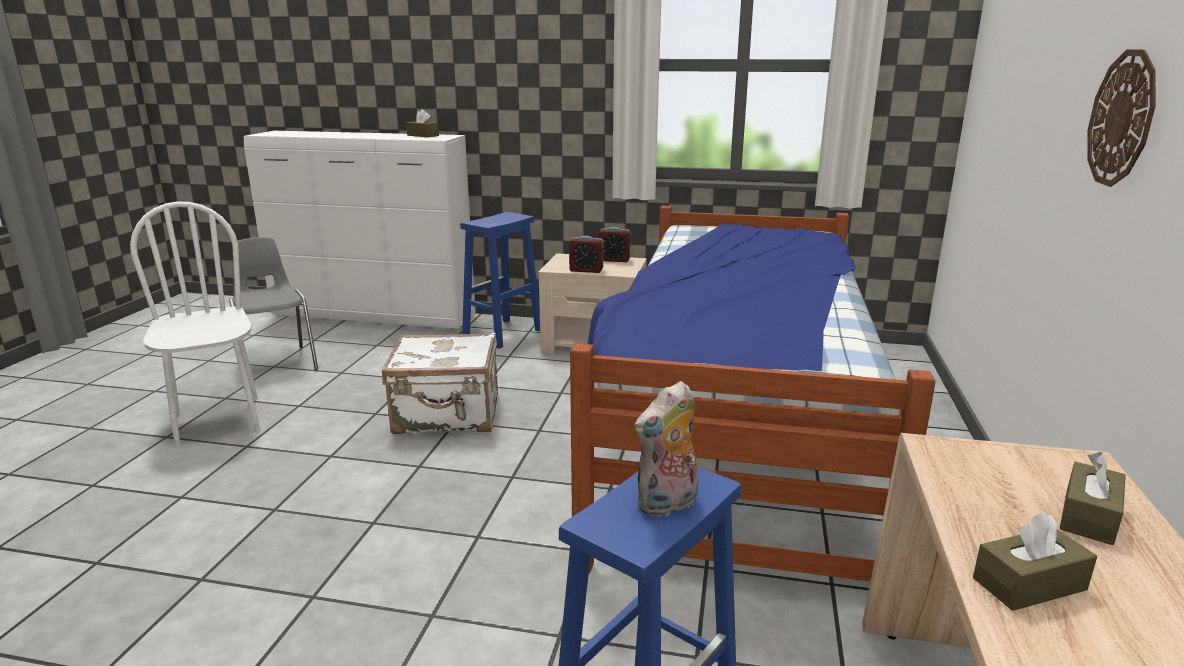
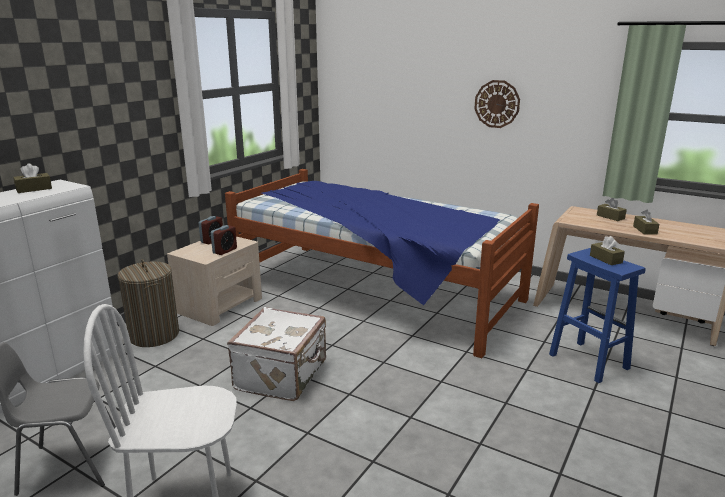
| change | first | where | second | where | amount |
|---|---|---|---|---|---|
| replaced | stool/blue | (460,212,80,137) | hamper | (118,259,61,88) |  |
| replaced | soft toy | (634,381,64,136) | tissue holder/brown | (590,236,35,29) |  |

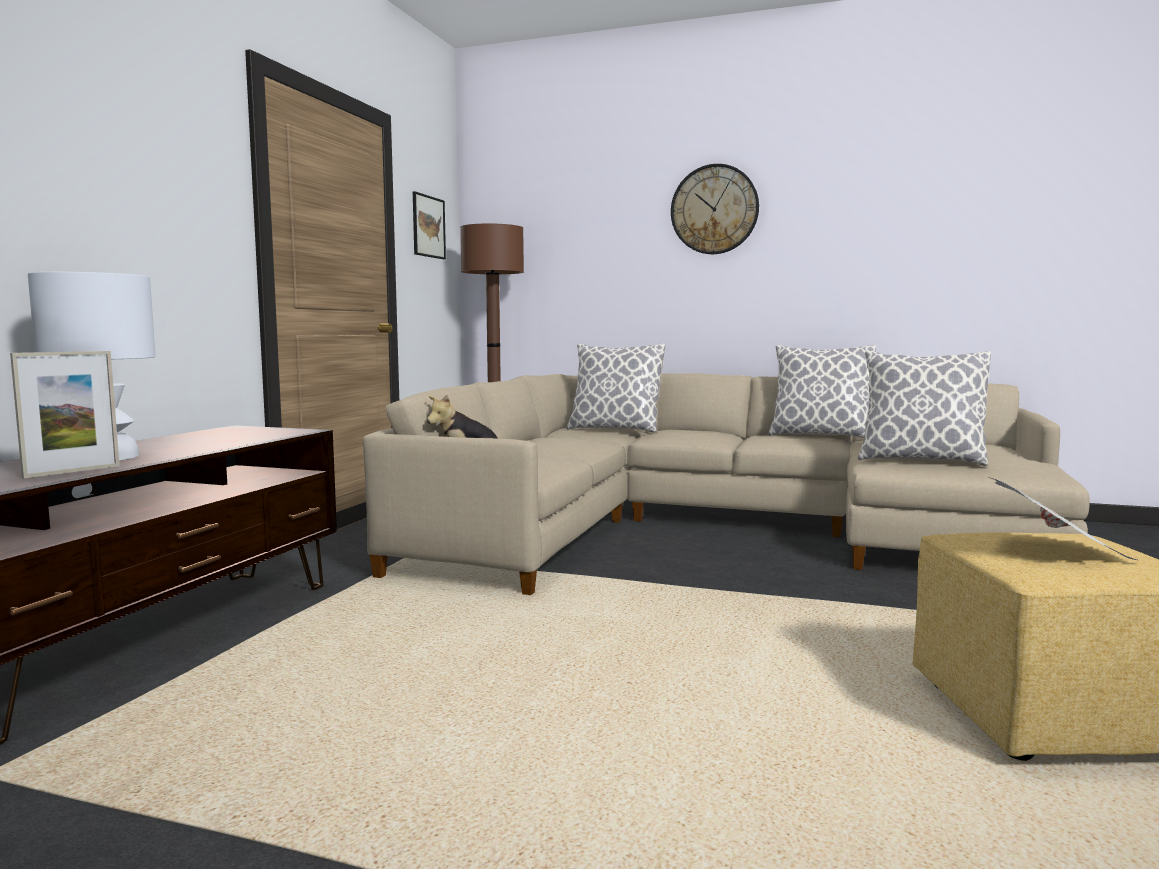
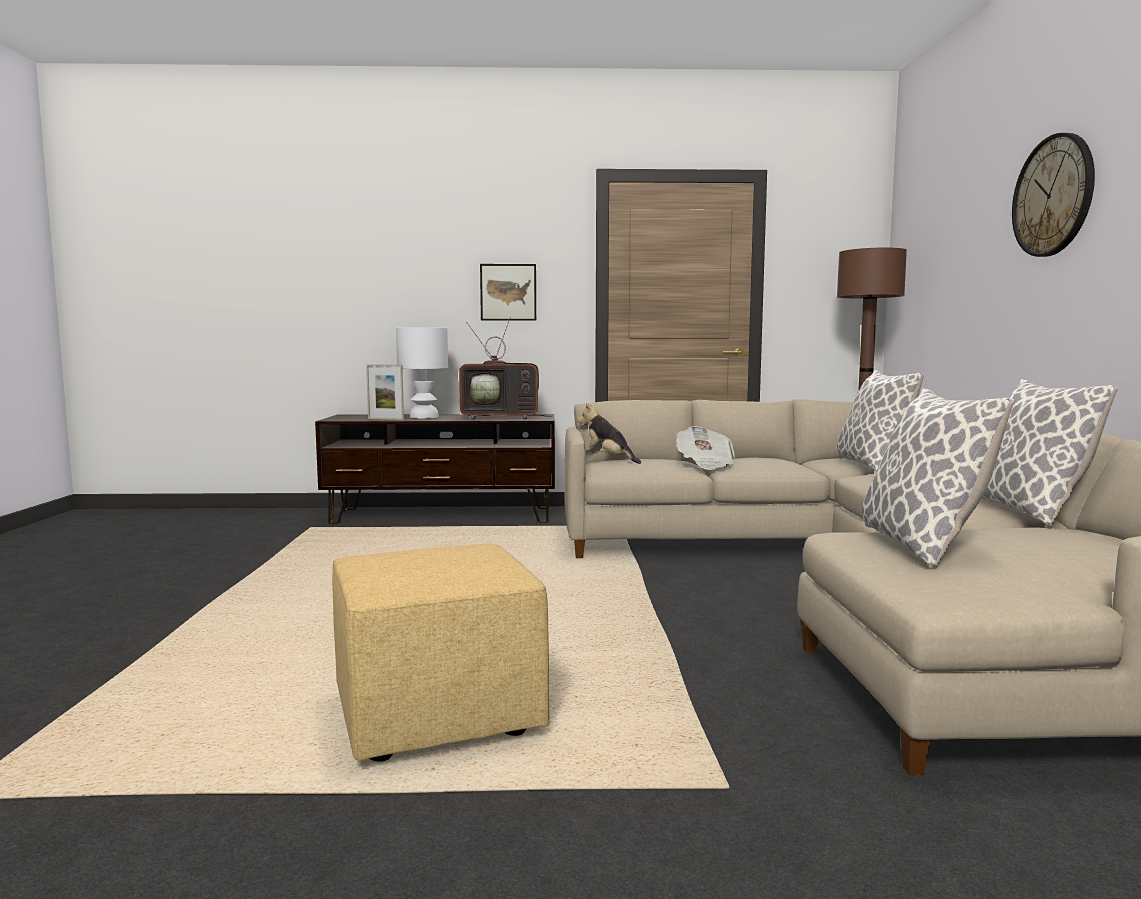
| change | first | where | second | where | amount |
|---|---|---|---|---|---|
| added |  |  | television | (459,317,93,103) |  |
| moved | picture | (413,191,33,68) |  | (480,264,56,57) |  |
| moved | printed paper | (988,477,149,83) |  | (676,426,59,44) |  |

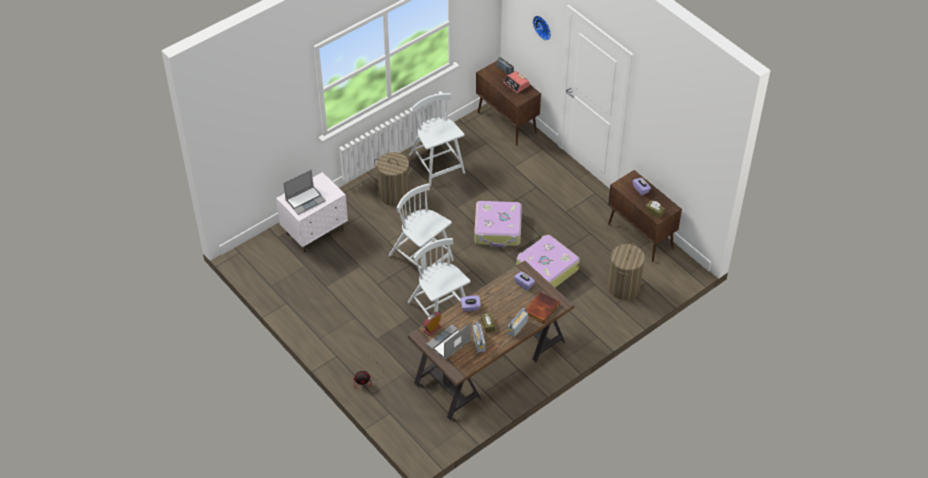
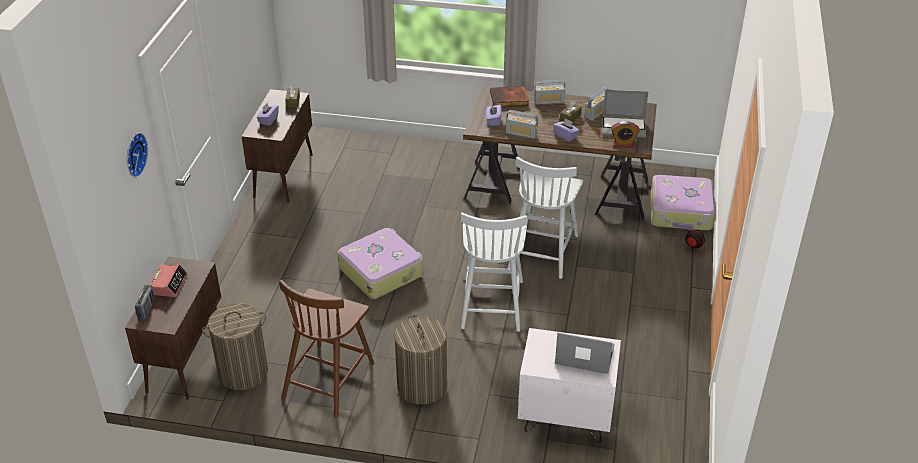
| change | first | where | second | where | amount |
|---|---|---|---|---|---|
| moved | hamper | (608,243,37,57) |  | (202,303,66,87) |  |
| recoloured | chair/white-coloured | (409,93,56,94) | chair/brown | (279,280,96,138) |  |
| added |  |  | radio | (506,110,32,29) |  |
| moved | travel case | (516,235,64,53) |  | (651,175,65,55) |  |

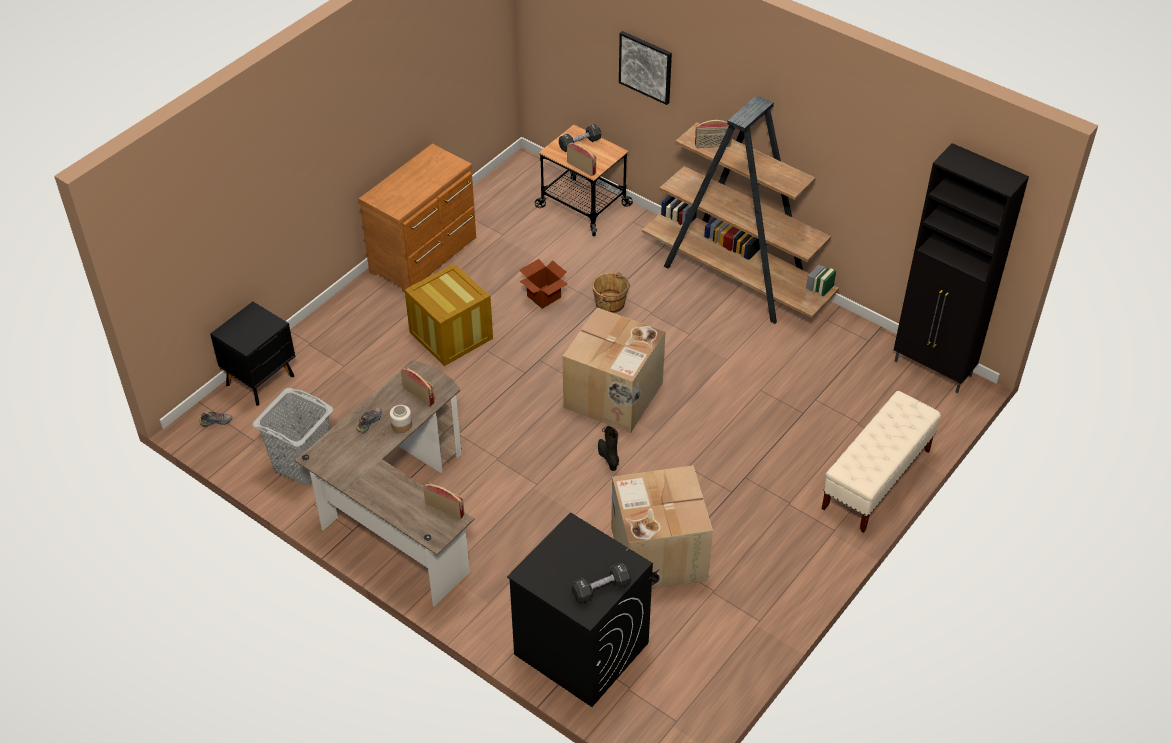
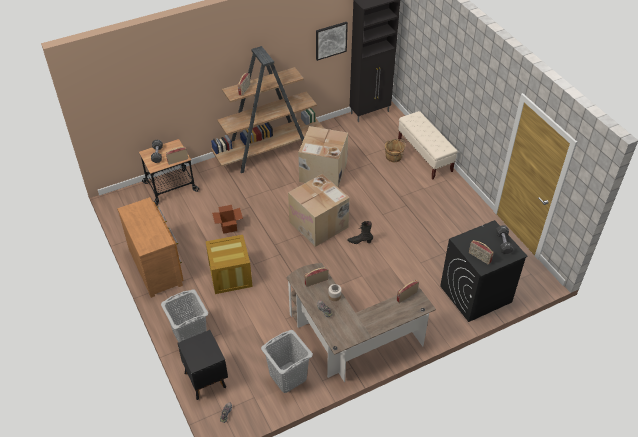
| change | first | where | second | where | amount |
|---|---|---|---|---|---|
| added |  |  | hamper/greyish | (161,290,47,53) |  |
| moved | packing box | (611,465,102,124) |  | (298,126,50,61) |  |
| moved | picture | (619,31,53,74) |  | (316,22,32,39) |  |
| moved | bucket/brown | (592,272,38,41) |  | (385,139,21,23) |  |
| added |  |  | radio | (469,240,25,25) |  |

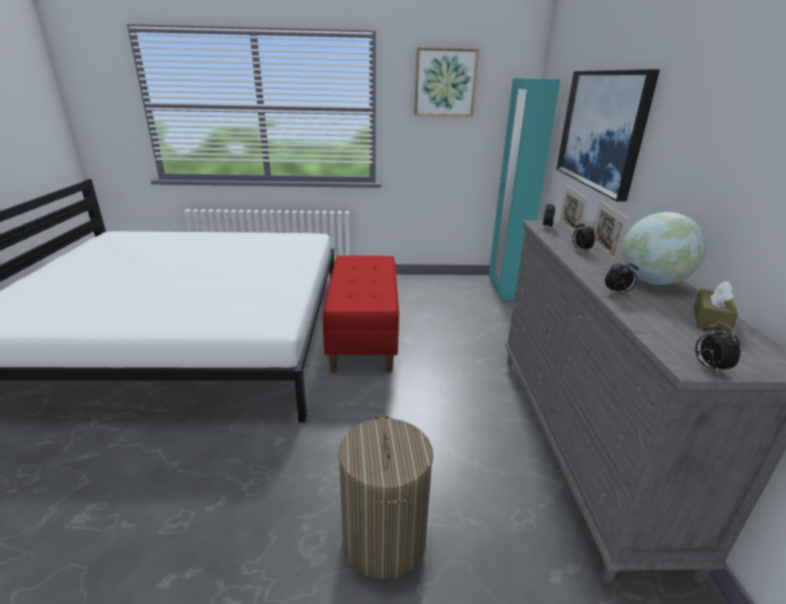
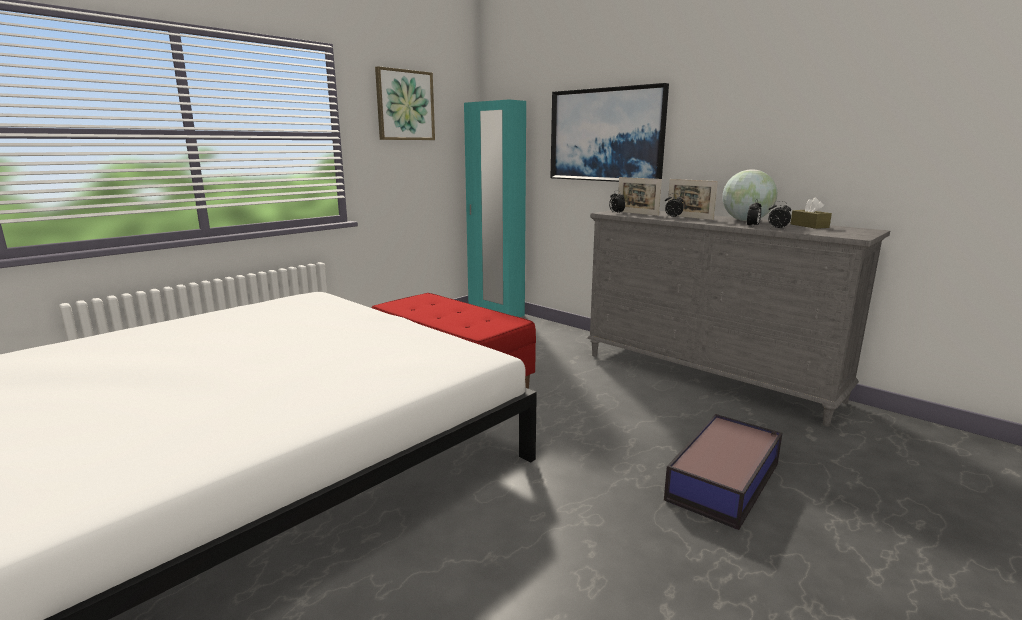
| change | first | where | second | where | amount |
|---|---|---|---|---|---|
| replaced | hamper | (338,415,95,164) | storage box | (664,414,118,116) |  |
| moved | alarm clock | (695,321,45,54) |  | (768,201,23,28) |  |

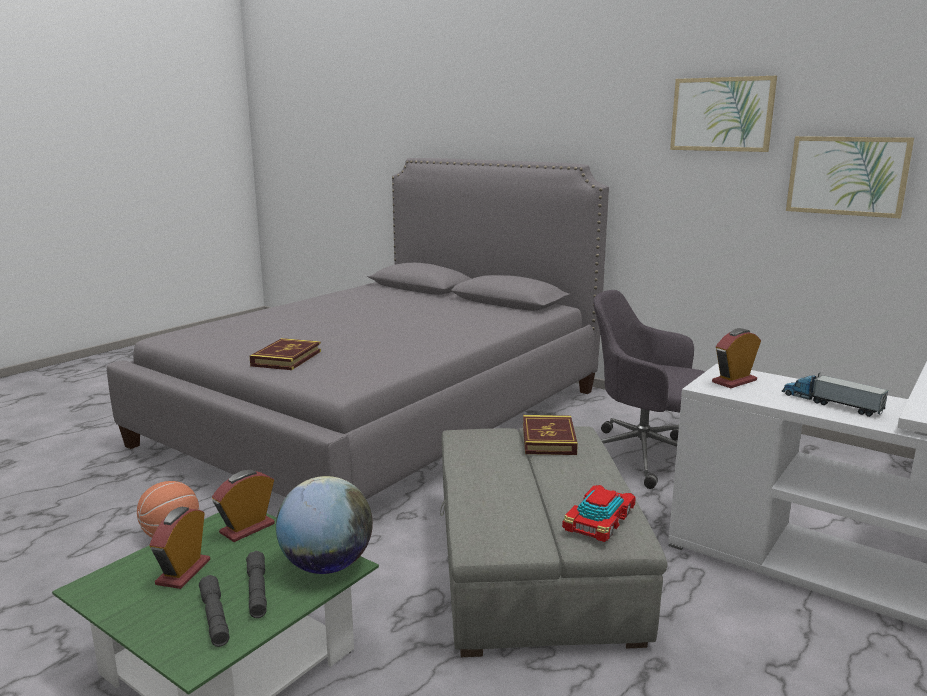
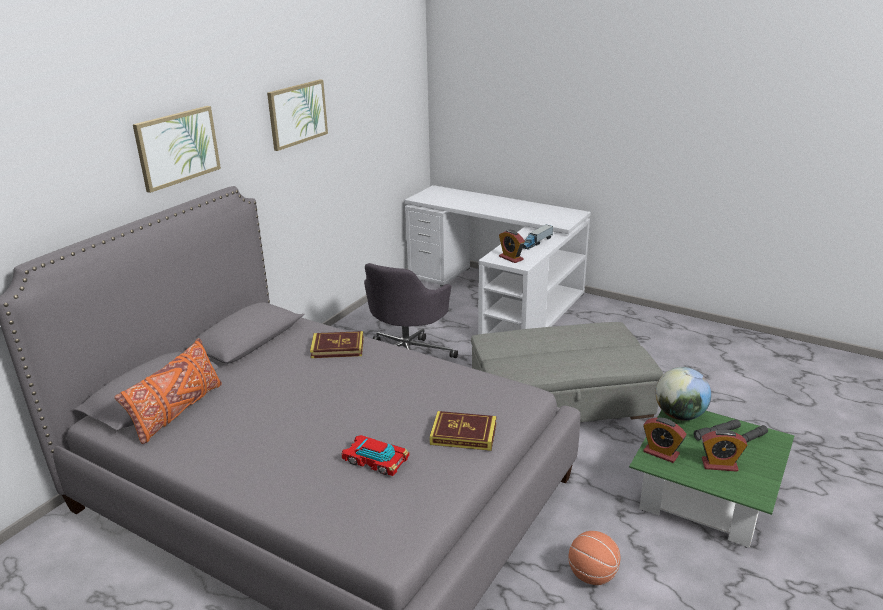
| change | first | where | second | where | amount |
|---|---|---|---|---|---|
| added |  |  | throw pillow/orange | (115,338,107,106) |  |
| moved | picture | (786,136,128,82) |  | (133,106,88,87) |  |
| moved | bound book | (523,415,55,40) |  | (310,331,54,27) |  |
| moved | toy car | (562,485,74,57) |  | (341,435,69,41) |  |

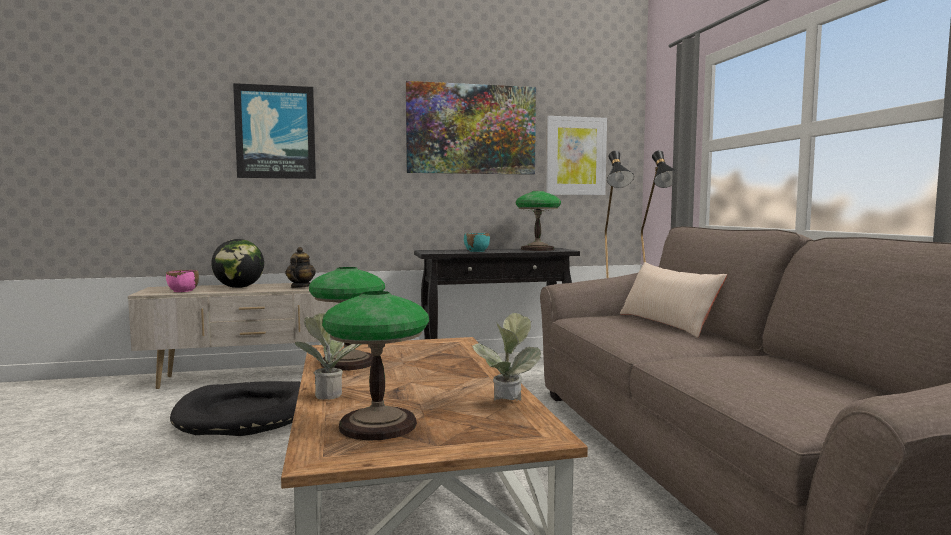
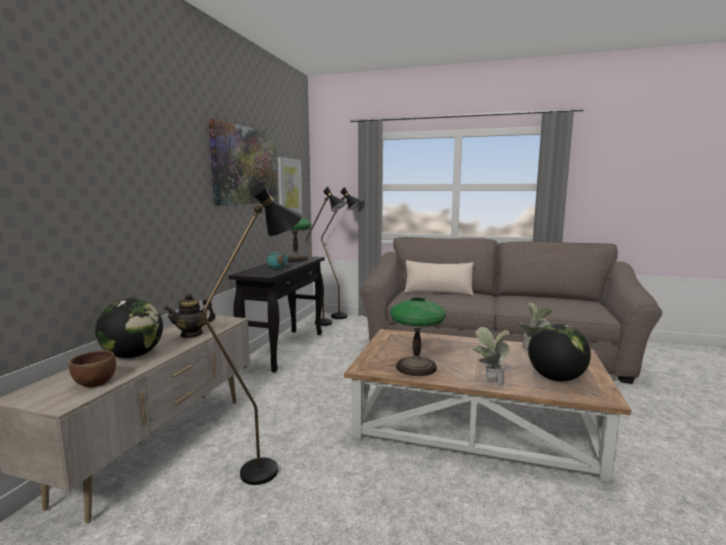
| change | first | where | second | where | amount |
|---|---|---|---|---|---|
| recoloured | bowl/pink | (166,270,33,22) | bowl/brown | (69,350,47,38) |  |
| turned | teapot | (286,247,30,41) |  | (165,293,51,45) | 60 degrees counterclockwise |
| replaced | dog bed/black-coloured | (170,381,131,55) | standard lamp/black-coloured | (203,182,99,303) |  |
| replaced | tabletop lamp | (322,291,107,150) | desk globe | (528,324,63,58) |  |
| removed | picture | (233,83,83,96) |  |  |  |

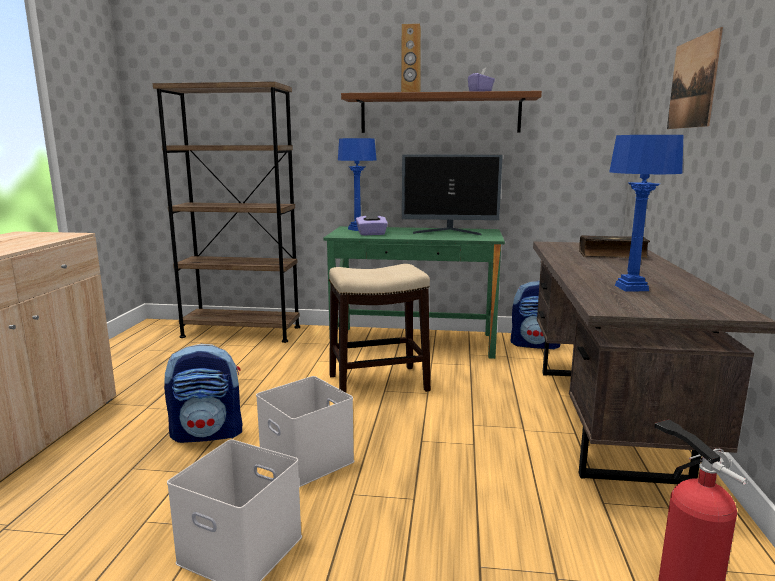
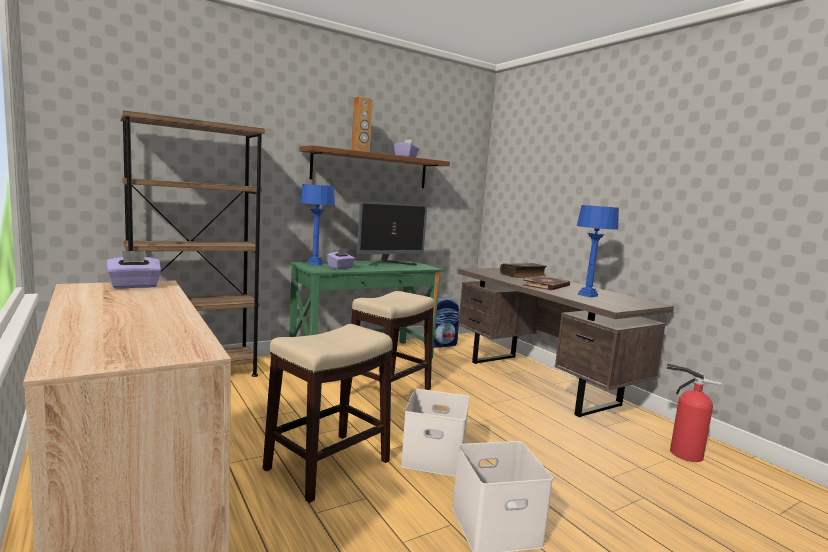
| change | first | where | second | where | amount |
|---|---|---|---|---|---|
| added |  |  | tissue holder/purple-coloured | (106,251,55,38) |  |
| replaced | knapsack | (164,344,78,99) | stool | (263,324,130,179) |  |
| added |  |  | bound book | (523,276,47,14) |  |
| removed | picture | (667,27,56,102) |  |  |  |

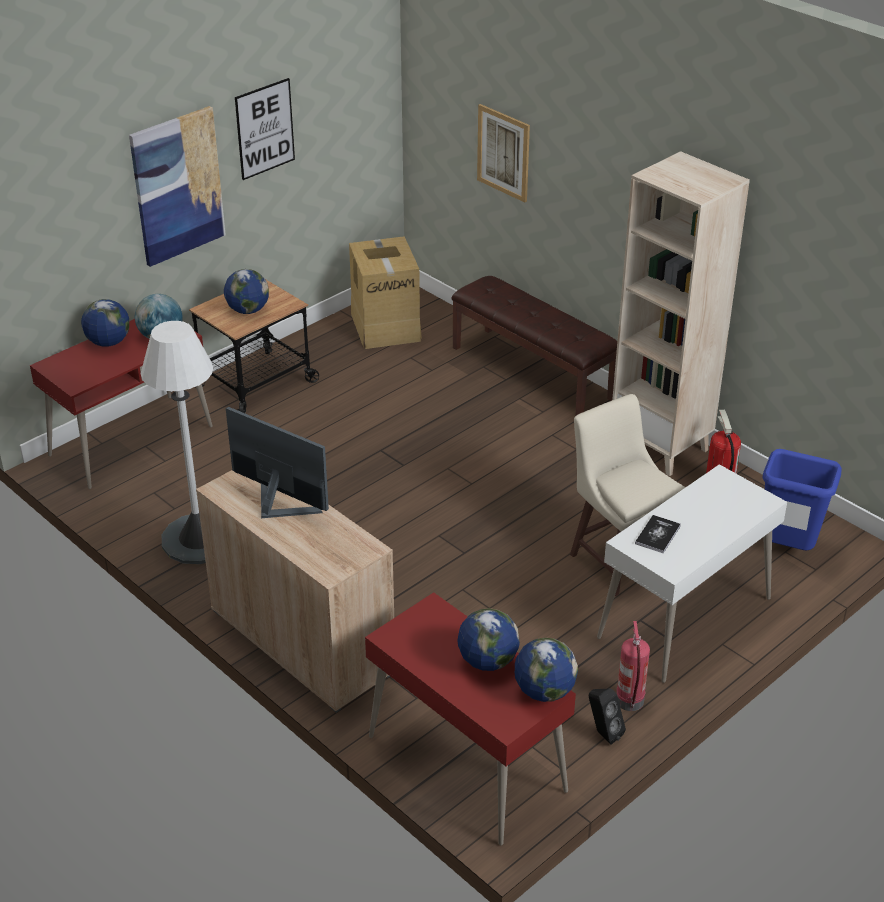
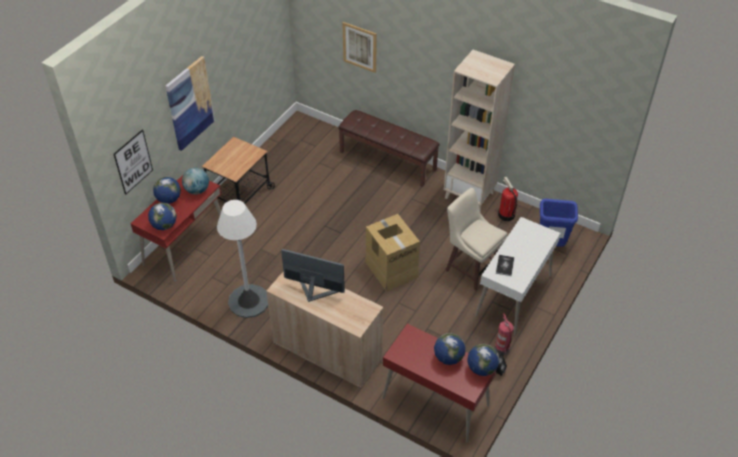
| change | first | where | second | where | amount |
|---|---|---|---|---|---|
| moved | picture | (235,78,60,102) |  | (114,130,39,65) |  |
| moved | desk globe | (224,269,45,45) |  | (148,203,29,27) |  |
| moved | packing box | (349,236,73,113) |  | (365,214,55,77) |  |

